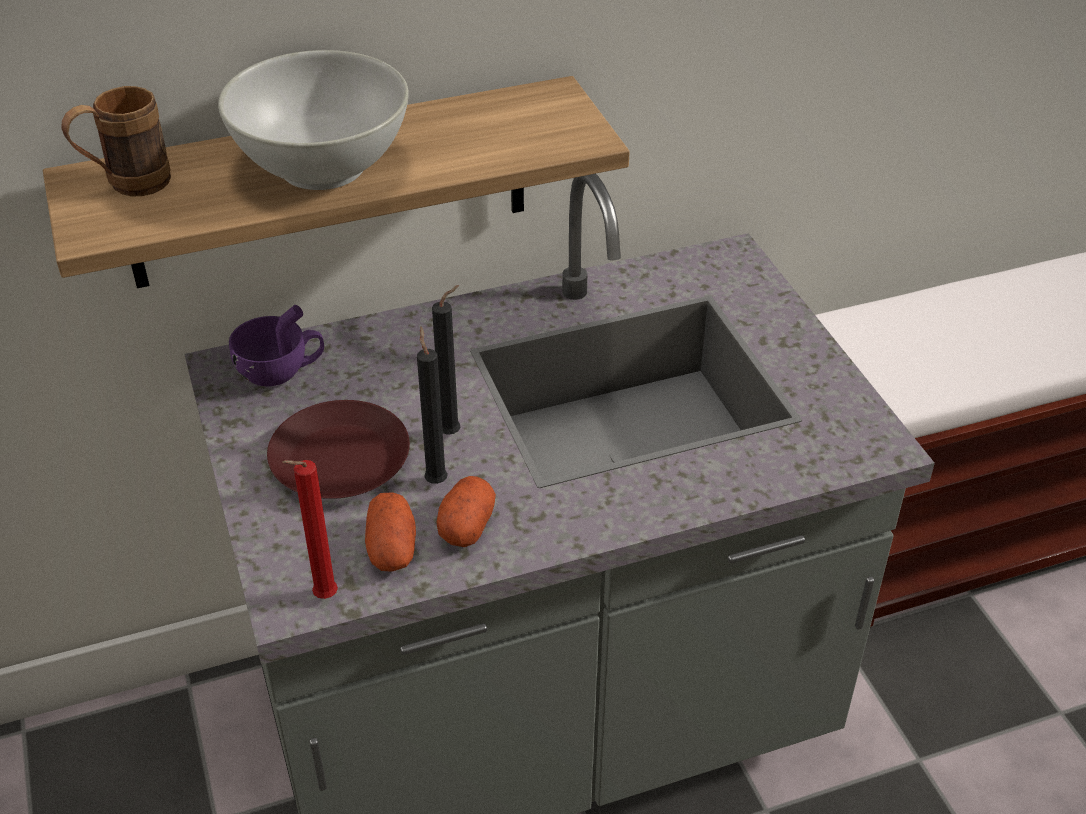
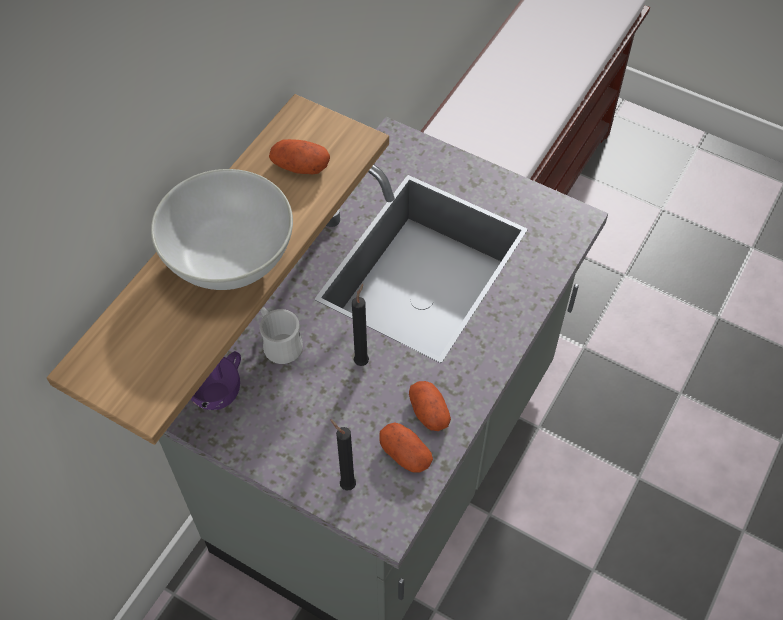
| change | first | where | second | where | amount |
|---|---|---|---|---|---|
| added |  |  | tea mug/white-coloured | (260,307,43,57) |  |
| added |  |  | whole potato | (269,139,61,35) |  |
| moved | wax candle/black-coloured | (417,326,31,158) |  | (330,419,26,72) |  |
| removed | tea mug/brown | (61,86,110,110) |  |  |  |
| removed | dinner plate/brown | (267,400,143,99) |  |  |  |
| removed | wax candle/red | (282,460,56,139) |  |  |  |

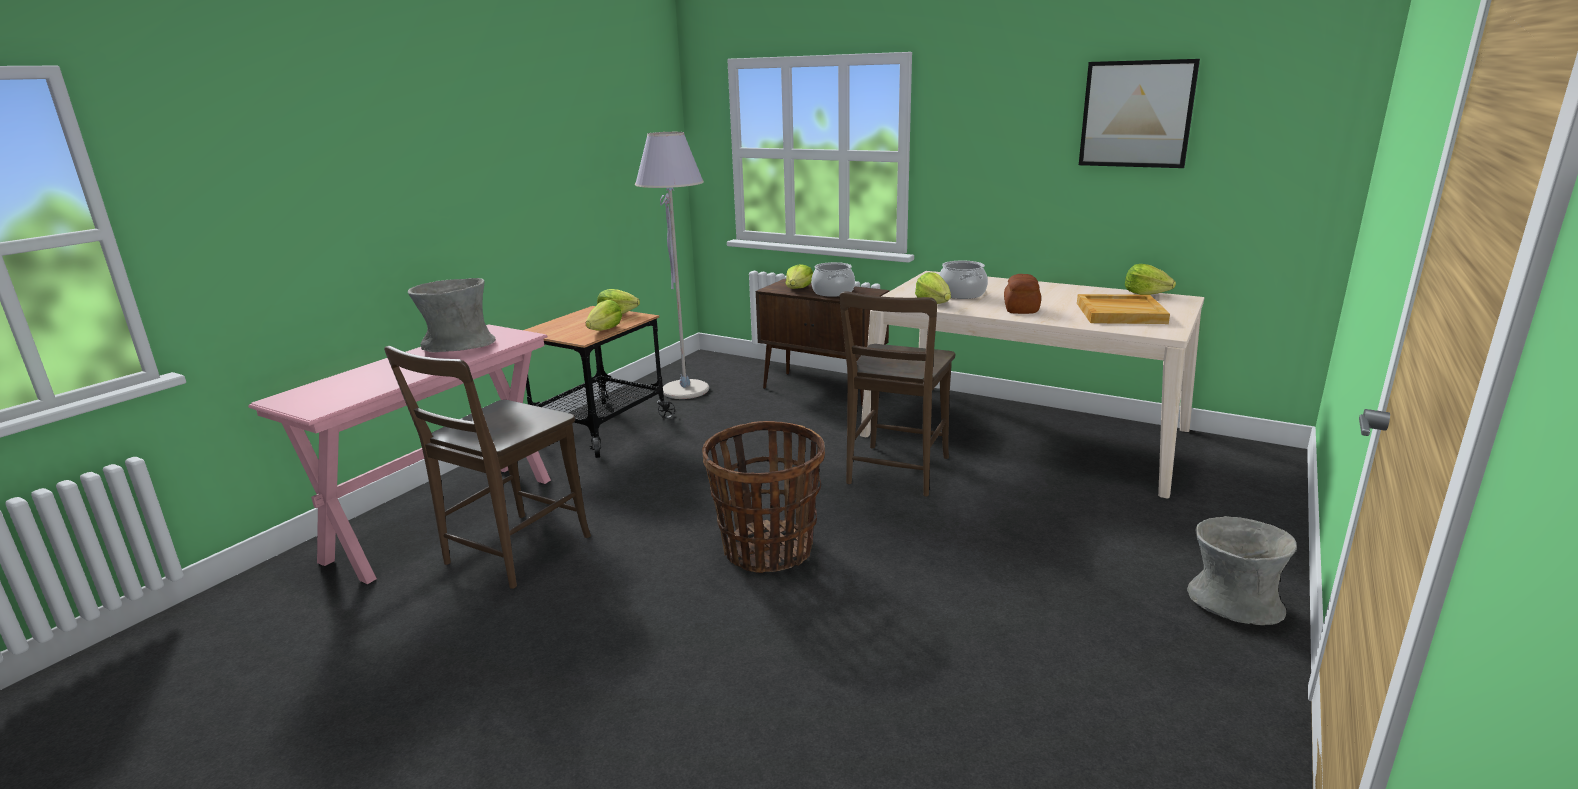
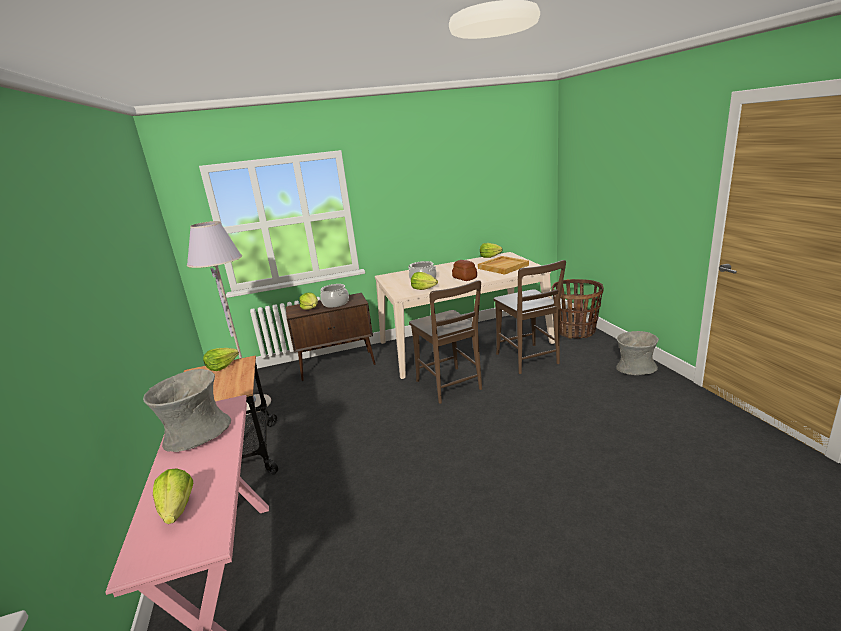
| change | first | where | second | where | amount |
|---|---|---|---|---|---|
| moved | head of lettuce | (586,300,36,31) |  | (153,468,40,56) |  |
| moved | chair/brown | (384,346,207,243) |  | (493,260,73,114) |  |
| moved | storage basket | (702,421,123,152) |  | (552,279,51,60) |  |
| removed | picture | (1079,59,121,109) |  |  |  |

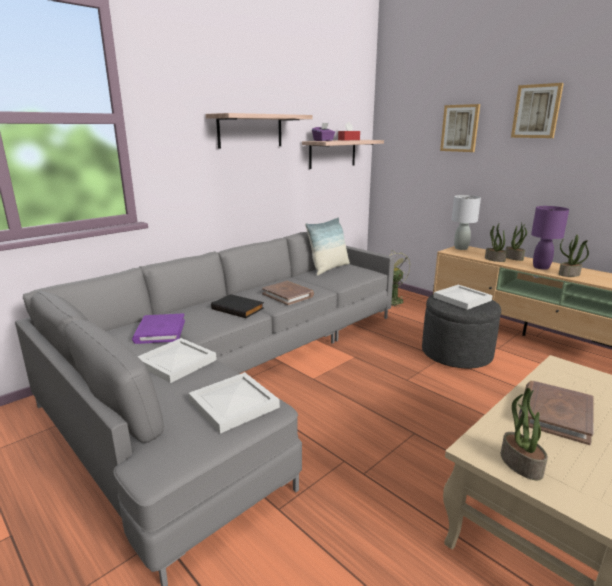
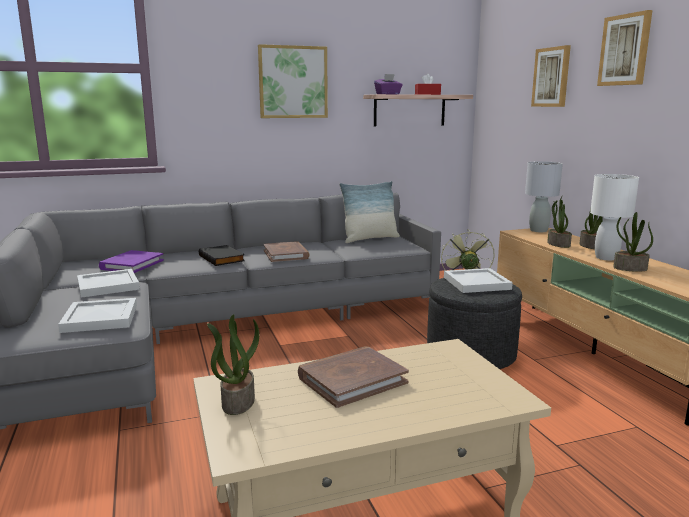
| change | first | where | second | where | amount |
|---|---|---|---|---|---|
| replaced | shelf | (205,113,108,36) | picture | (258,44,70,74) |  |
| recoloured | tabletop lamp/purple-coloured | (531,206,38,64) | tabletop lamp/white-coloured | (590,174,49,87) |  |

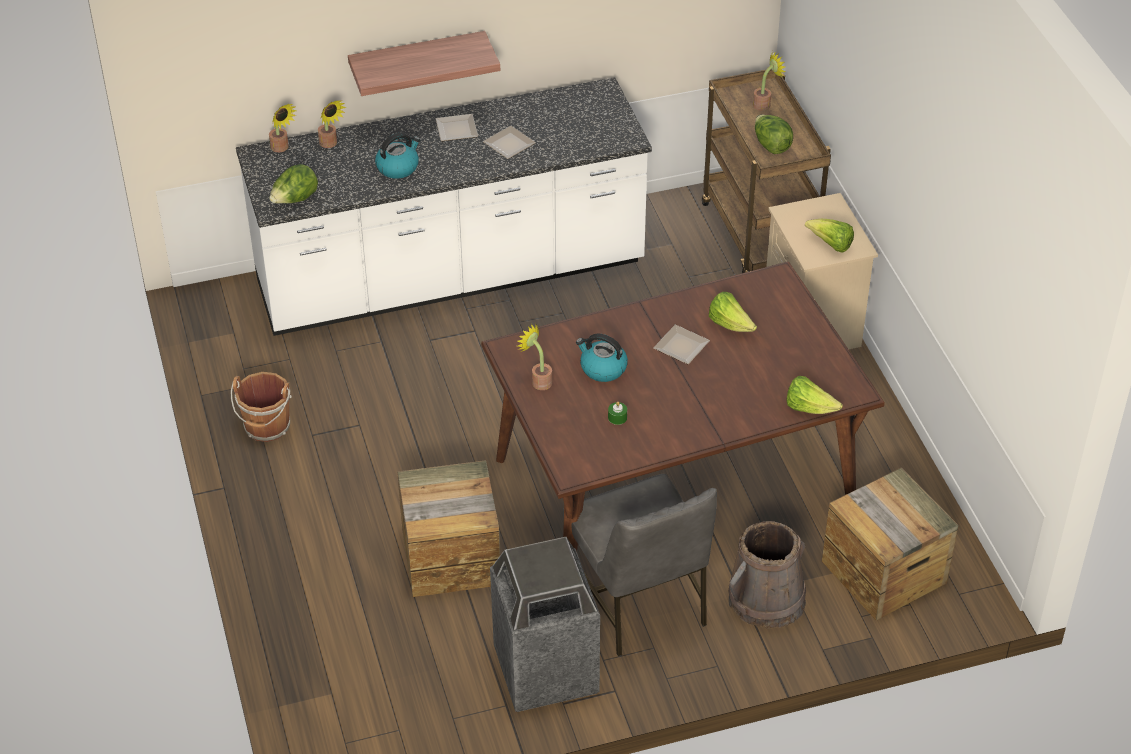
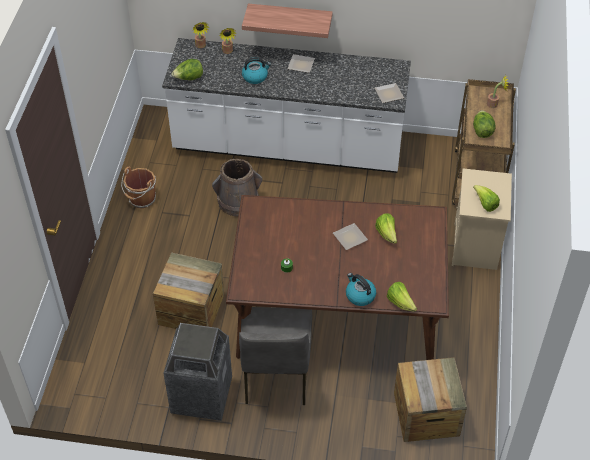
| change | first | where | second | where | amount |
|---|---|---|---|---|---|
| moved | bucket/brown | (728,521,78,108) |  | (212,159,51,58) |  |
| moved | kettle | (576,334,52,48) |  | (346,273,30,33) |  |
| moved | dinner plate | (483,126,53,33) |  | (375,83,29,20) |  |
| removed | houseplant | (518,323,34,67) |  |  |  |

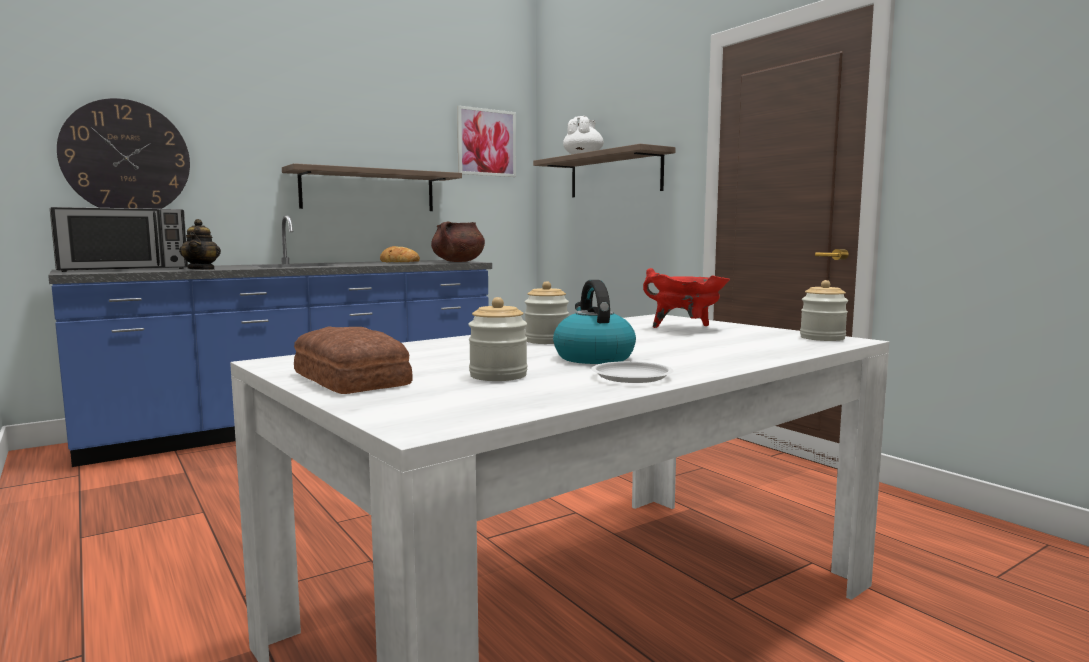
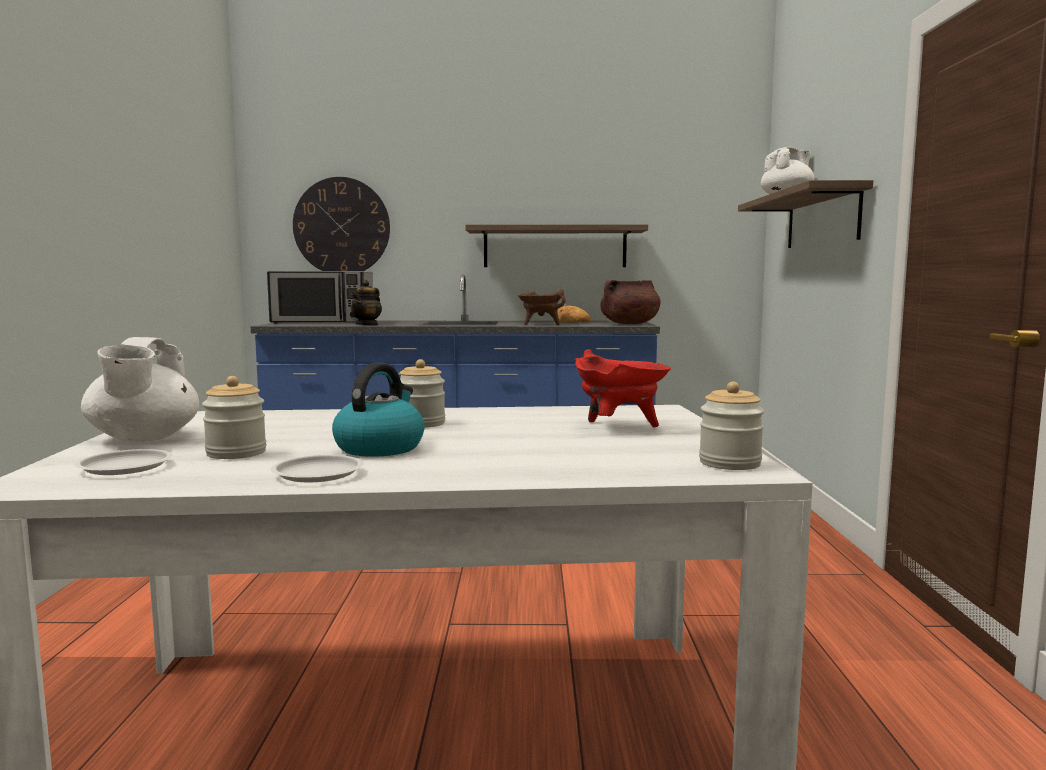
| change | first | where | second | where | amount |
|---|---|---|---|---|---|
| added |  |  | dinner plate/white-coloured | (74,449,99,26) |  |
| replaced | bakery bread | (294,326,119,68) | teapot/white-coloured | (81,337,118,105) |  |
| added |  |  | saucepot/brown | (518,289,48,36) |  |
| removed | picture | (457,105,59,72) |  |  |  |

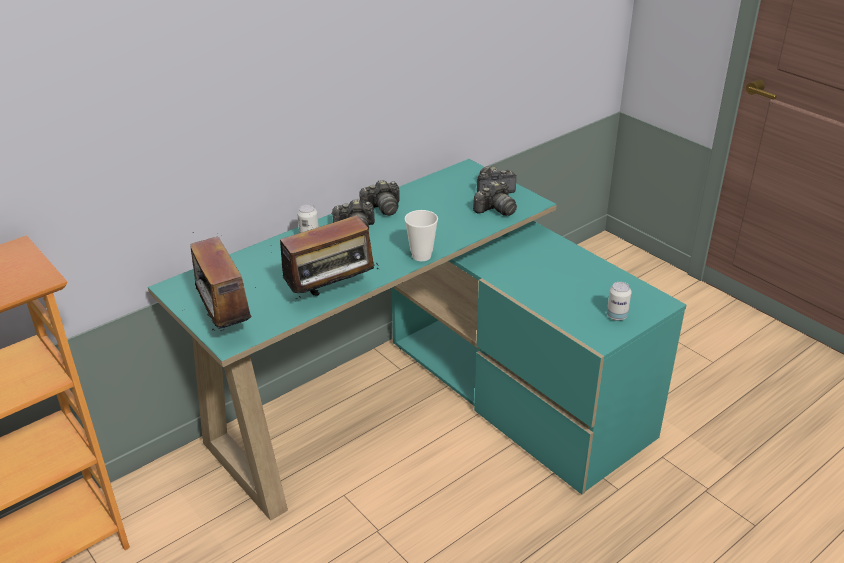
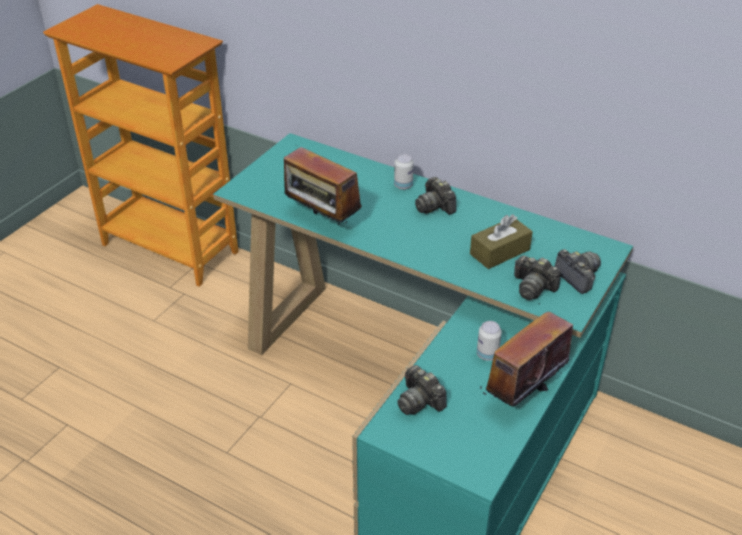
| change | first | where | second | where | amount |
|---|---|---|---|---|---|
| moved | still camera | (359,179,41,37) |  | (397,365,50,50) |  |
| added |  |  | tissue holder/brown | (470,214,63,55) |  |
| moved | can | (607,282,25,39) |  | (477,321,25,40) |  |
| moved | radio | (188,232,63,99) |  | (480,303,101,103) |  |
| removed | drinking cup | (405,210,33,51) |  |  |  |

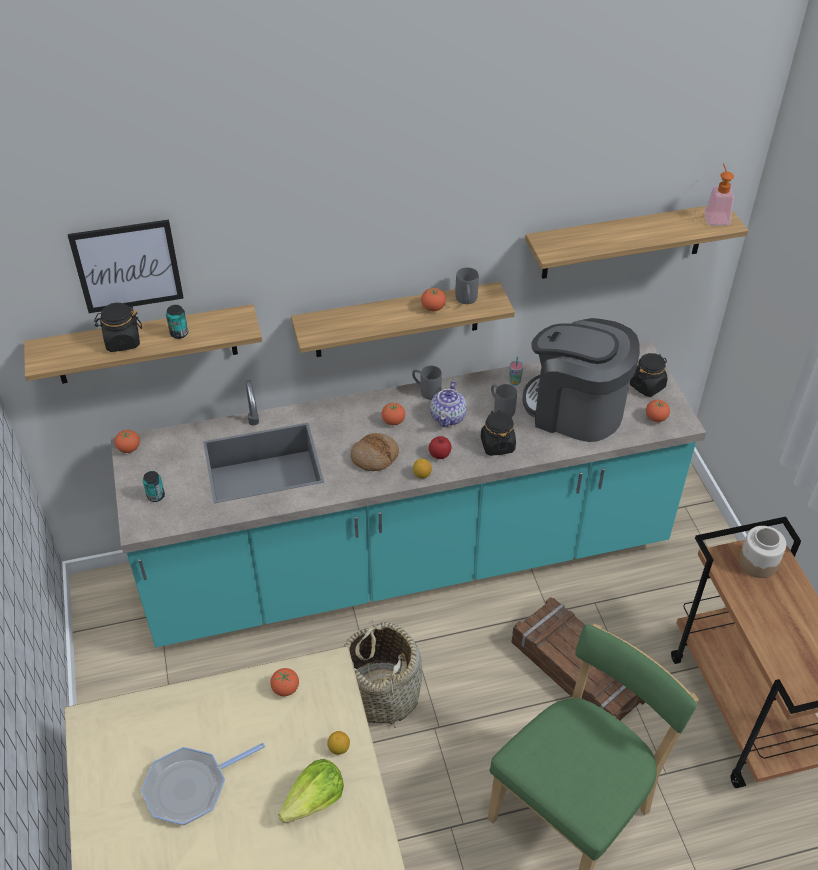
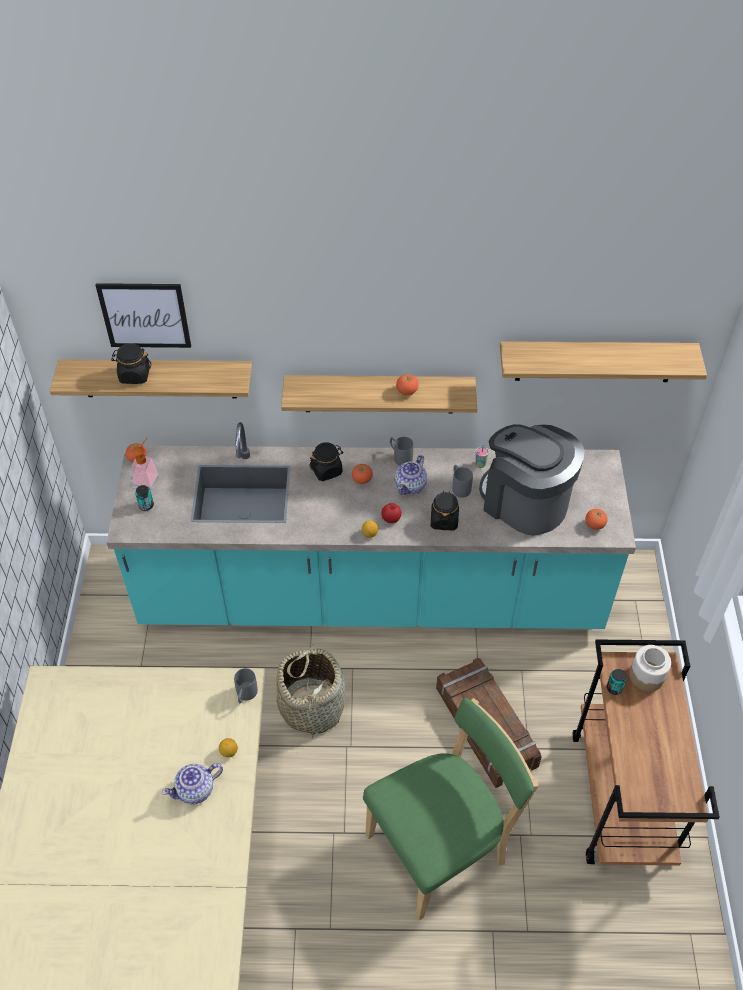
| change | first | where | second | where | amount |
|---|---|---|---|---|---|
| moved | soap bottle | (704,163,30,62) |  | (132,438,26,50) |  |
| replaced | head of lettuce | (278,759,66,64) | teapot | (162,763,61,41) |  |
| moved | tea mug/greyish | (455,267,24,37) |  | (234,668,24,35) |  |
| moved | storage jar/black-coloured | (630,353,38,44) |  | (309,442,34,39) |  |
| moved | can | (166,305,22,34) |  | (606,669,21,26) |  |
| removed | skillet | (141,743,124,82) |  |  |  |
| removed | tomato | (271,668,28,28) |  |  |  |
| removed | bakery bread | (351,433,48,38) |  |  |  |

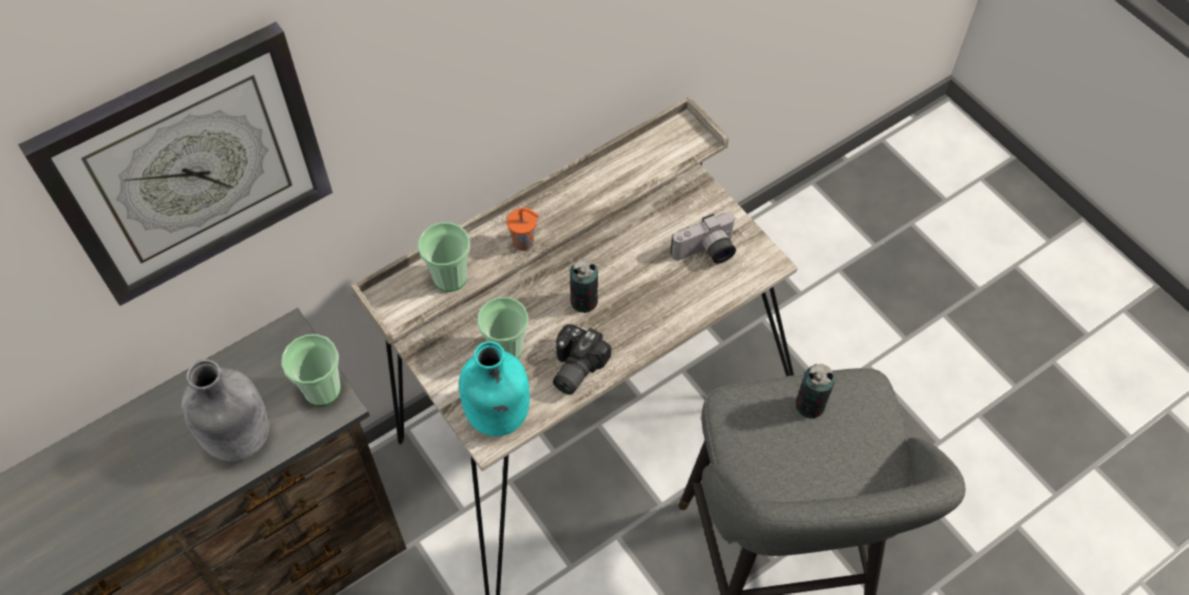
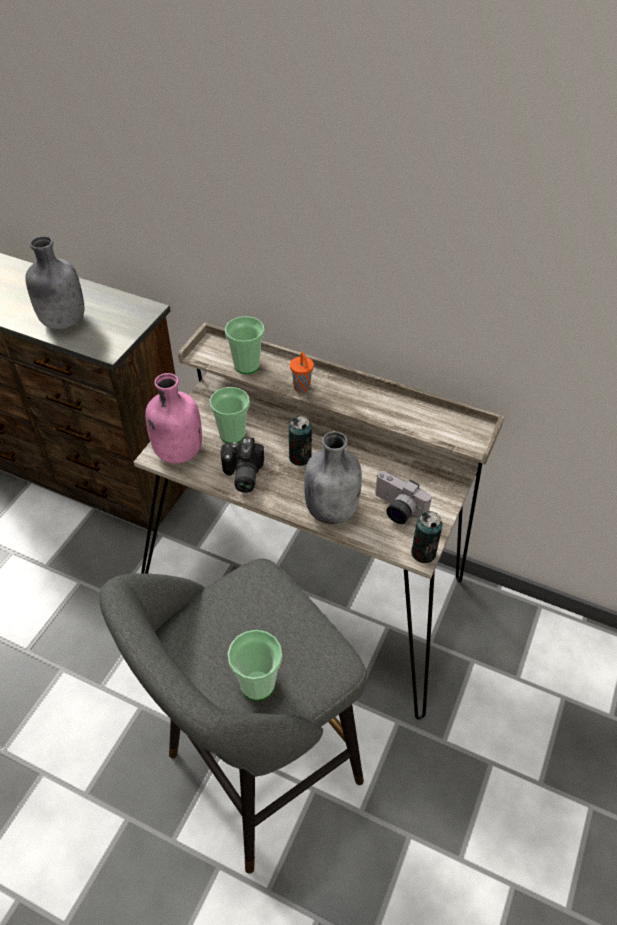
| change | first | where | second | where | amount |
|---|---|---|---|---|---|
| recoloured | drink bottle/blue-green | (459,341,71,95) | drink bottle/pink | (145,373,57,90) |  |
| turned | still camera | (553,324,58,71) |  | (220,438,44,55) | 90 degrees counterclockwise |
| moved | drinking cup | (281,334,60,72) |  | (228,630,54,71) |  |
| added |  |  | drink bottle/greyish | (304,431,58,93) |  |
| moved | can | (796,364,39,55) |  | (411,511,31,52) |  |
| removed | wall clock | (18,22,315,284) |  |  |  |

